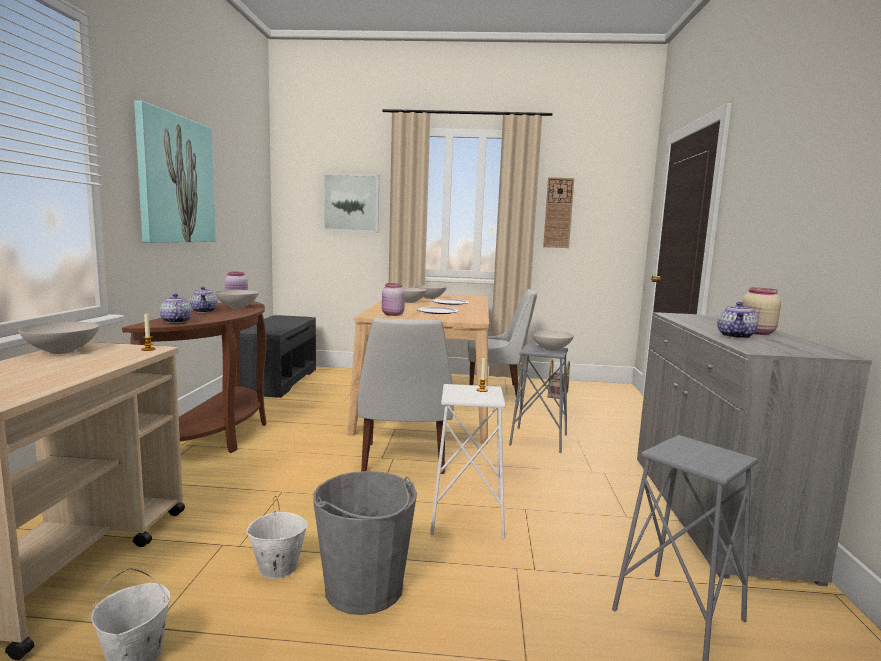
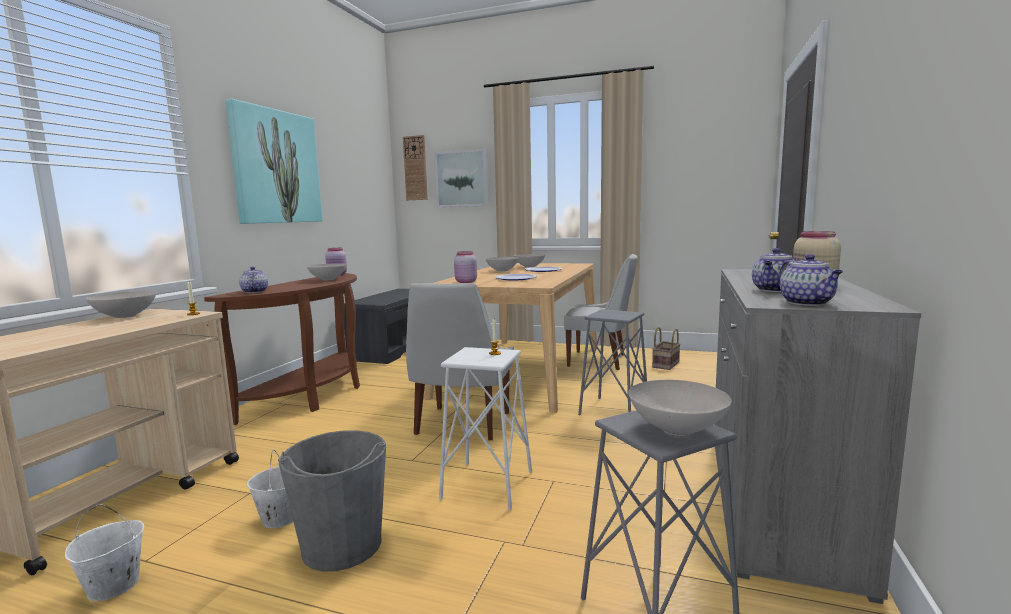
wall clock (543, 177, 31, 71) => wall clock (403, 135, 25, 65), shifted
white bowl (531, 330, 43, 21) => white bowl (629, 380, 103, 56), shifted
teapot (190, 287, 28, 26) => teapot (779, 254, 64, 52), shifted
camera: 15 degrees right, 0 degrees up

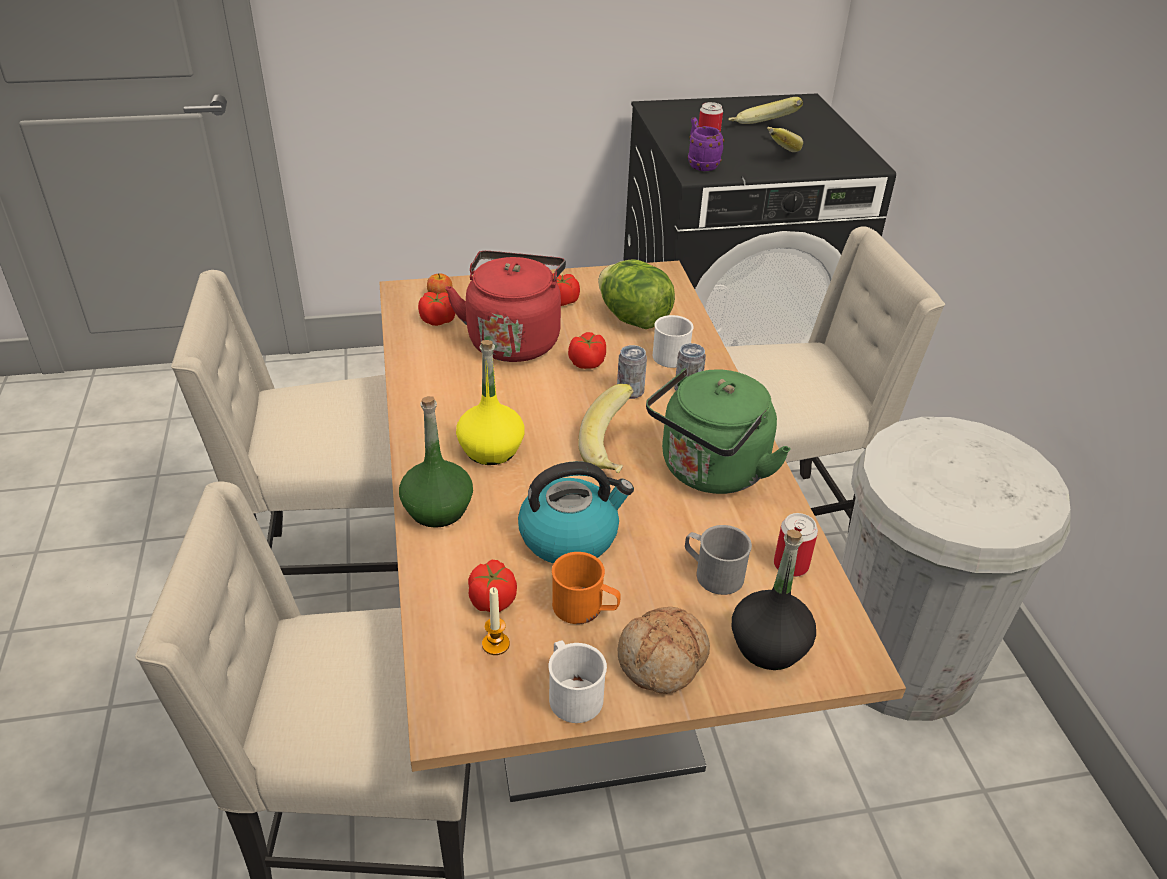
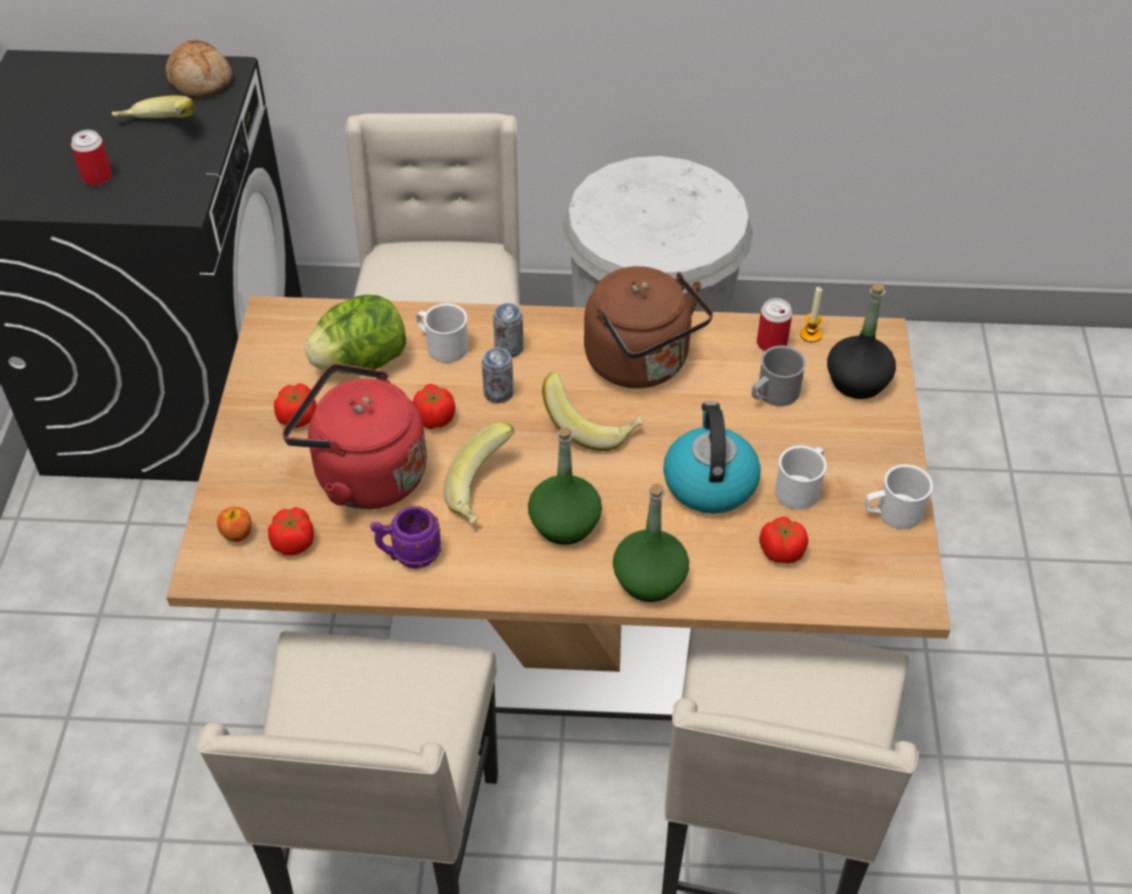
bread (618, 607, 92, 87) => bread (166, 40, 66, 58), shifted
purple mug (688, 117, 36, 54) => purple mug (370, 506, 71, 63), shifted
banana (728, 97, 75, 27) => banana (444, 422, 70, 103), shifted
yellow bottle (456, 340, 69, 125) => green bottle (528, 428, 74, 117)
green kettle (646, 368, 145, 126) => brown kettle (584, 266, 129, 122)
orange mug (552, 552, 69, 72) => white mug (775, 446, 52, 64)
candle (482, 587, 28, 68) => candle (800, 287, 22, 56), shifted
camera: 75 degrees left, 10 degrees up

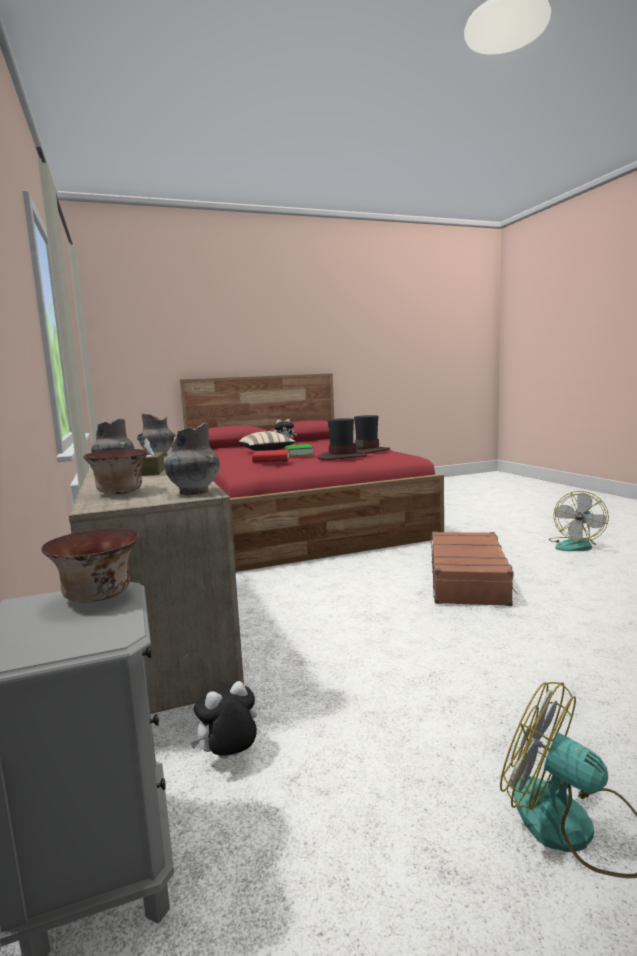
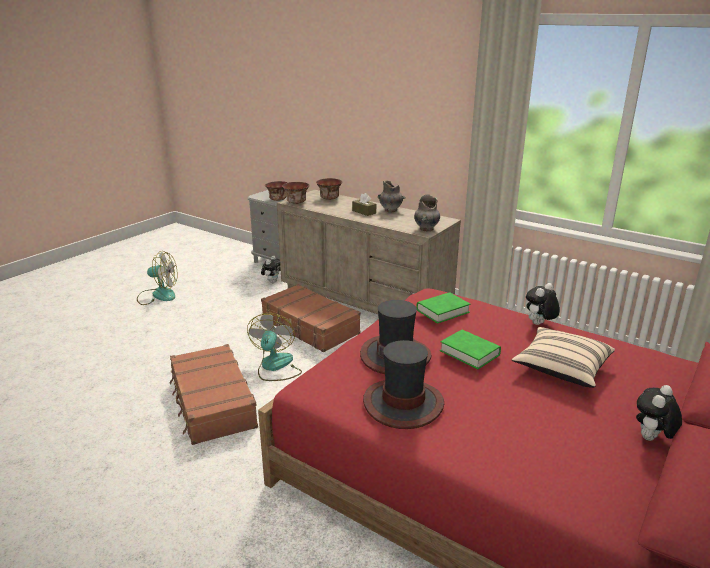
fan (549, 491, 60, 60) => fan (247, 313, 55, 68), shifted
nothing => brown suitcase (261, 284, 100, 68)
grey vase (165, 423, 55, 72) => bowl (282, 182, 27, 22)
red book (252, 450, 38, 13) => green book (416, 292, 54, 31)
nothing => plush toy (526, 283, 34, 42)
camera: 145 degrees right, 15 degrees up

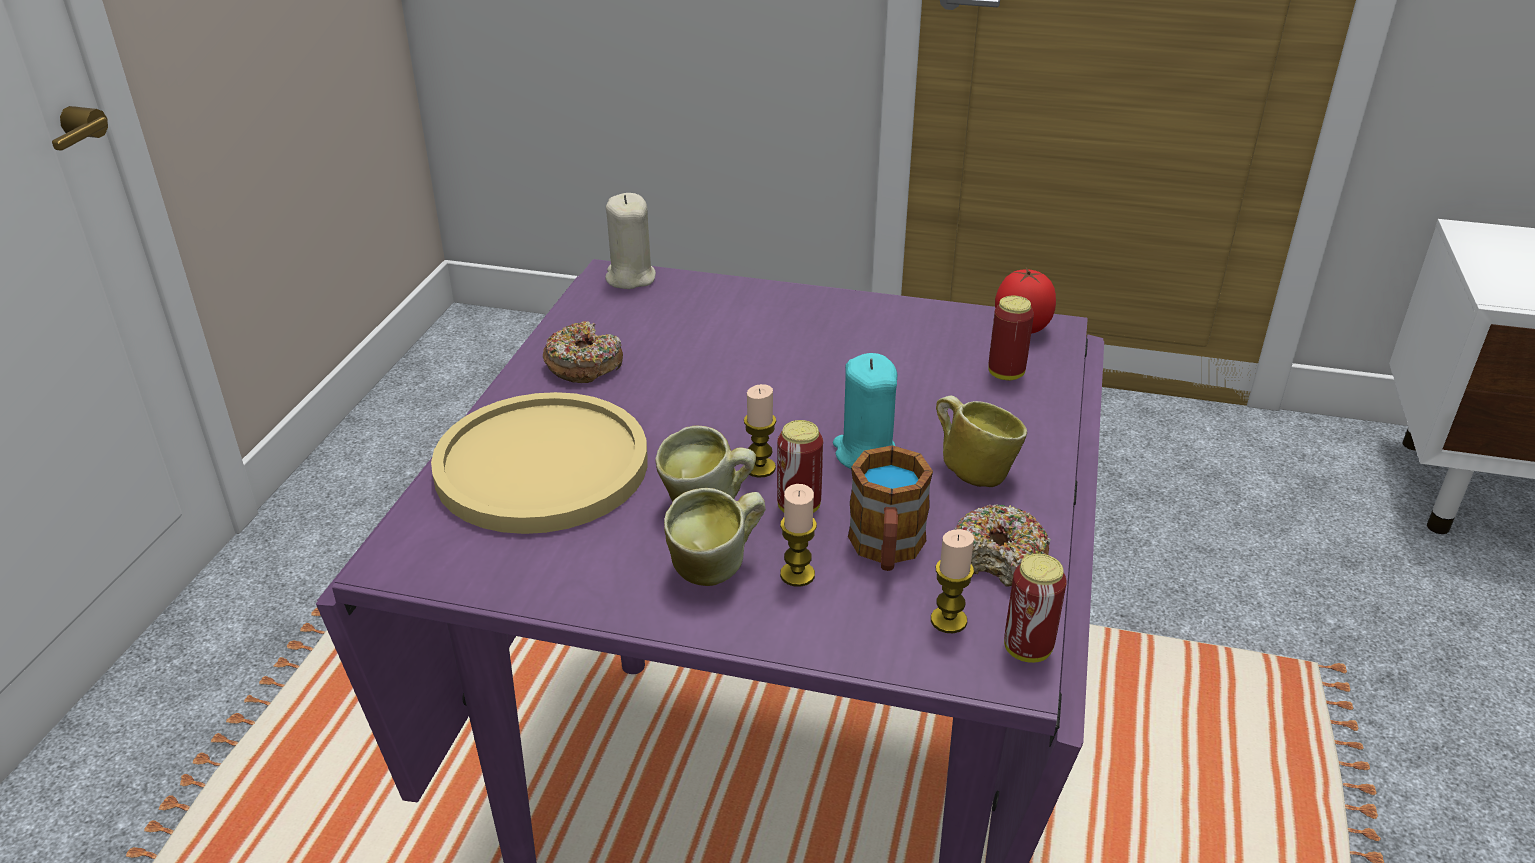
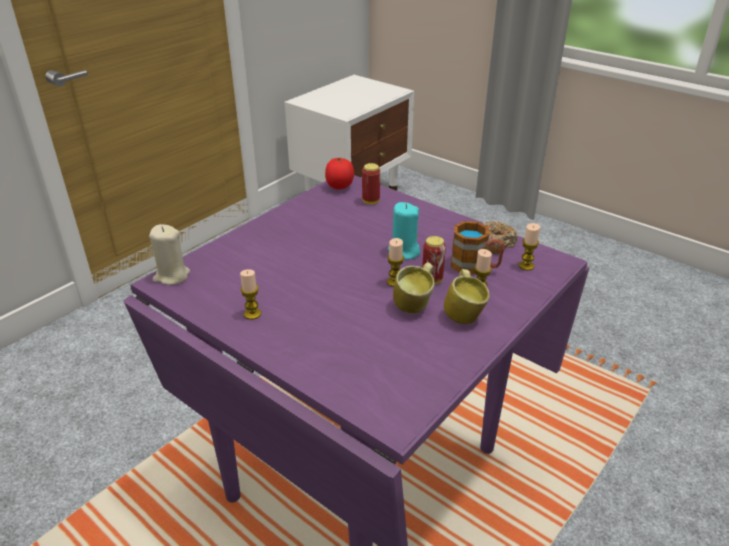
donut (543, 321, 80, 62) => candle (240, 269, 21, 51)
yellow plate (431, 392, 217, 142) => nothing
mug (936, 396, 91, 91) => nothing
can (1004, 554, 63, 109) => nothing
camera: 65 degrees left, 0 degrees up

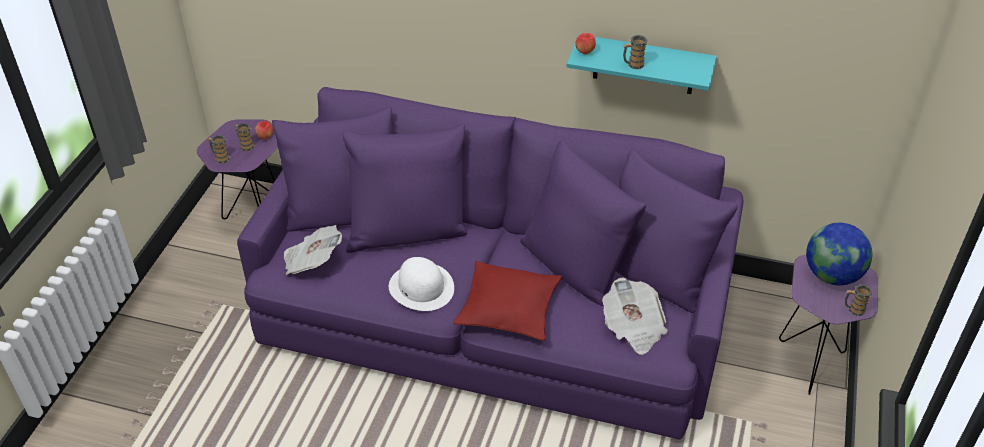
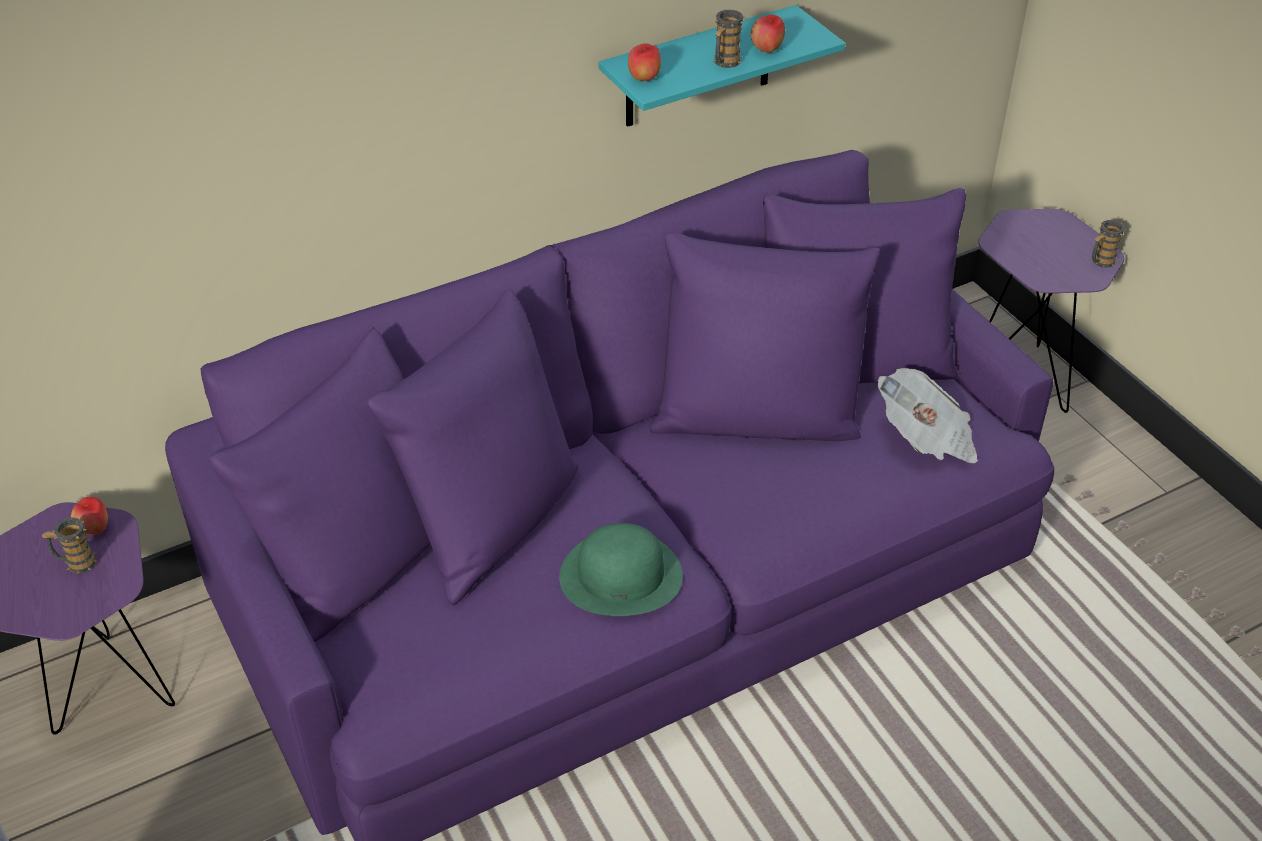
white hat (389, 257, 65, 54) => green hat (559, 523, 124, 93)
nothing => apple (751, 14, 34, 39)
mug (208, 135, 22, 29) => nothing
newspaper (284, 225, 58, 50) => nothing
red pillow (454, 261, 108, 80) => nothing
globe (806, 223, 66, 62) => nothing
camera: 45 degrees left, 0 degrees up

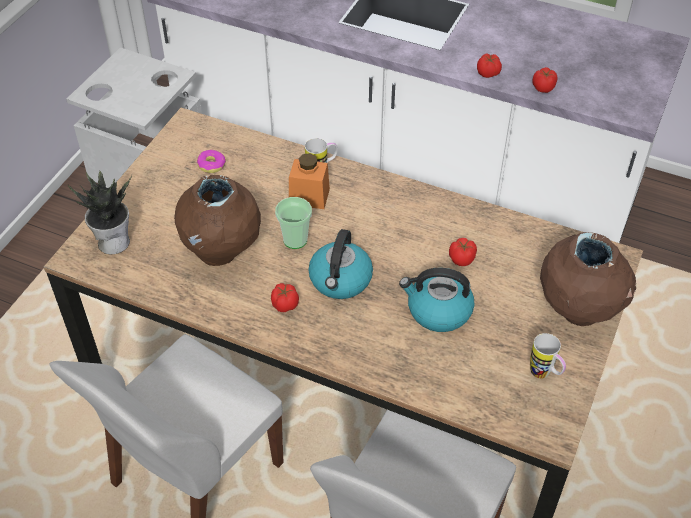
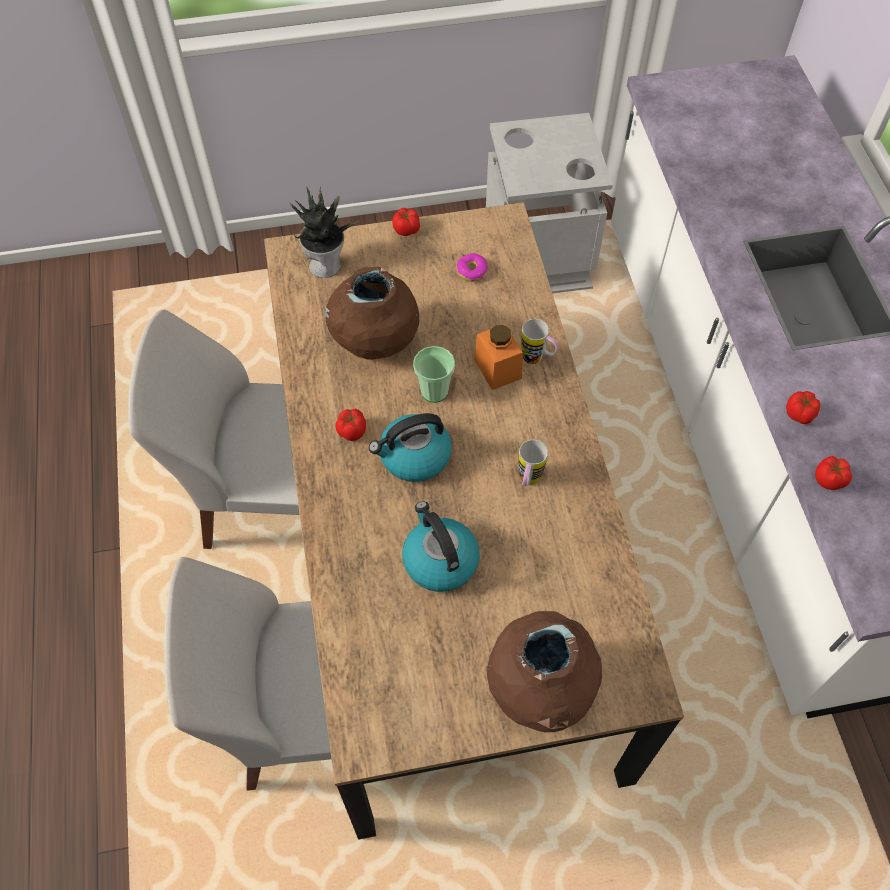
tomato (449, 238, 28, 28) => tomato (392, 208, 28, 28), shifted
mug (530, 333, 36, 46) => mug (518, 440, 30, 46), shifted
camera: 55 degrees right, 10 degrees up

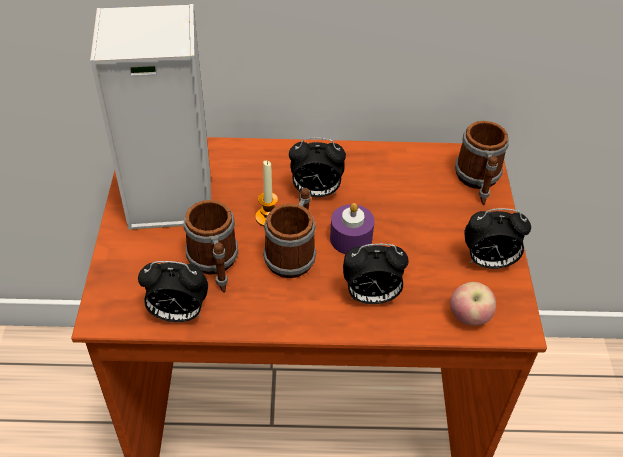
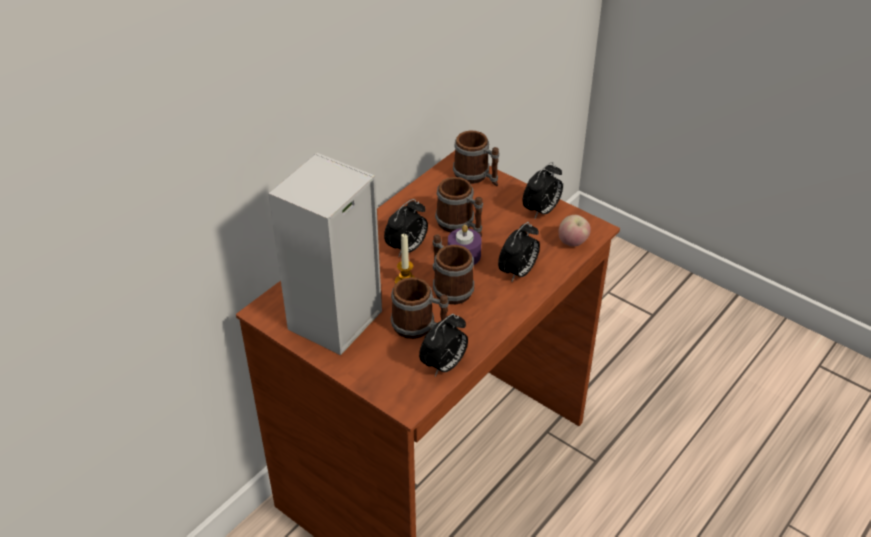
nothing => mug (435, 177, 48, 60)
camera: 50 degrees left, 5 degrees down

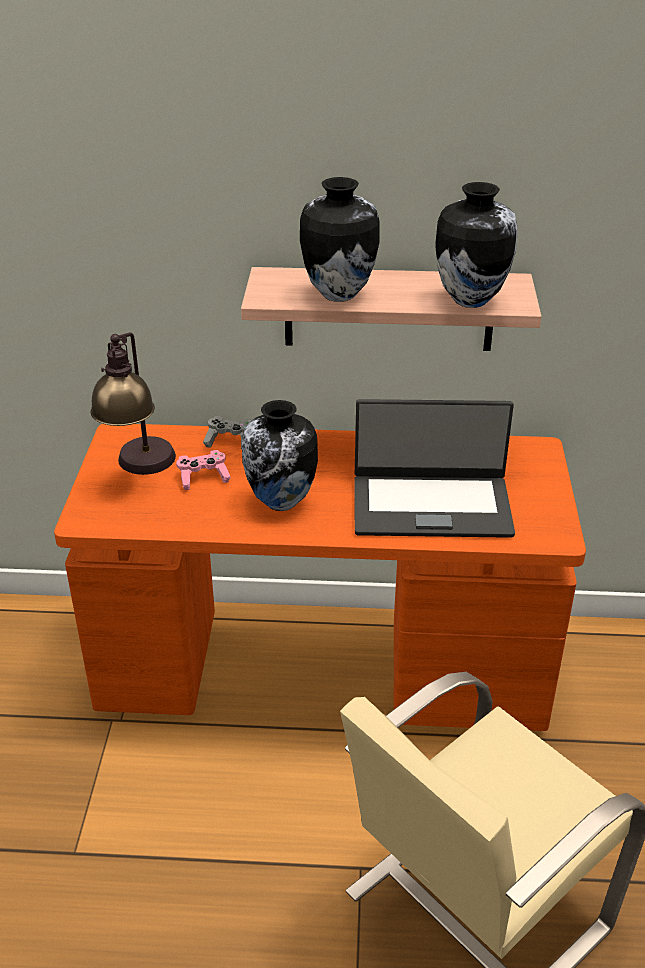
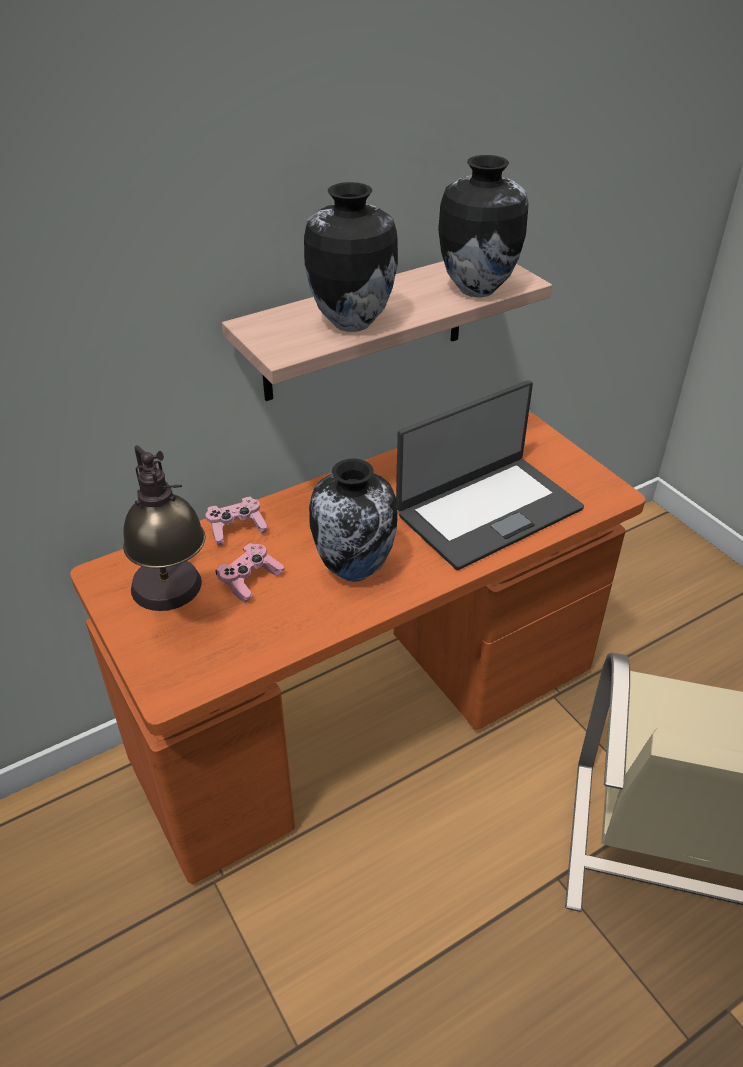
grey game controller (203, 416, 48, 33) => pink game controller (206, 497, 62, 49)
camera: 35 degrees left, 5 degrees up

